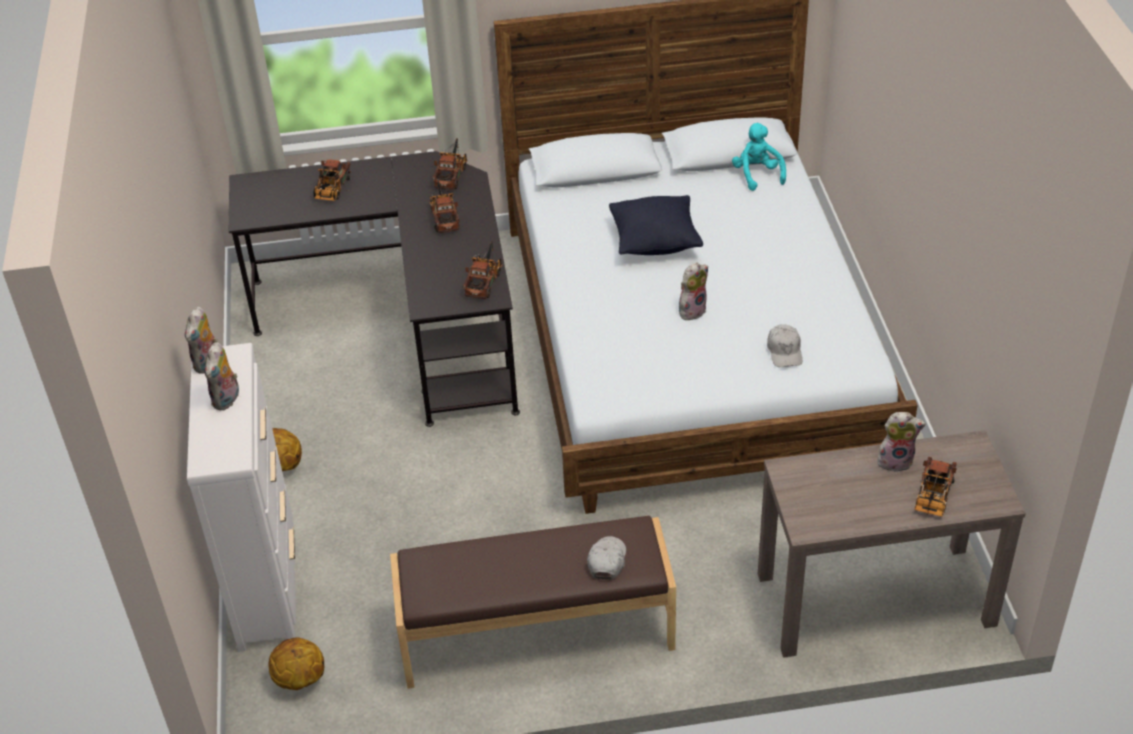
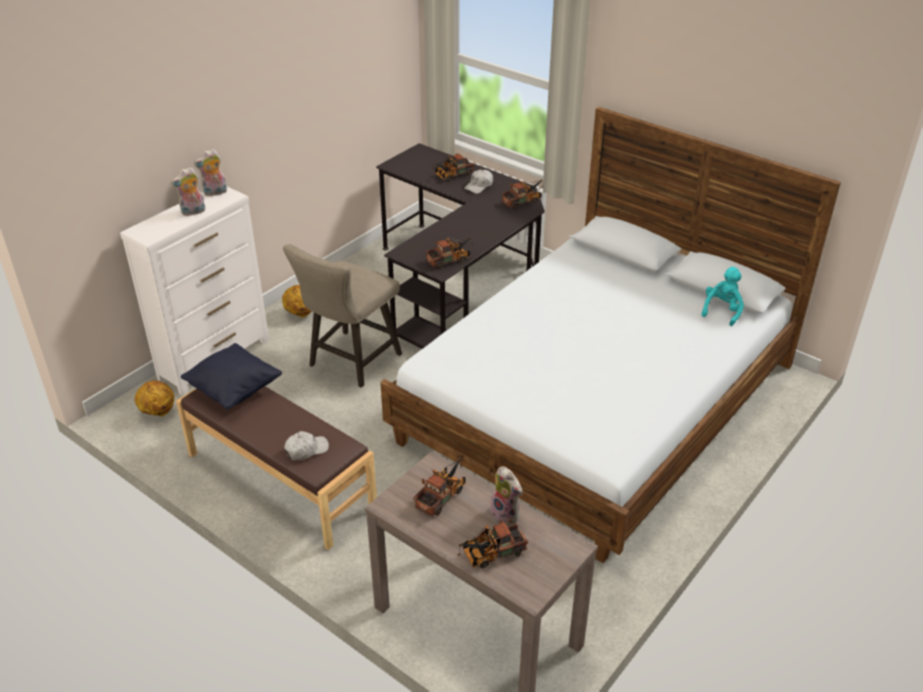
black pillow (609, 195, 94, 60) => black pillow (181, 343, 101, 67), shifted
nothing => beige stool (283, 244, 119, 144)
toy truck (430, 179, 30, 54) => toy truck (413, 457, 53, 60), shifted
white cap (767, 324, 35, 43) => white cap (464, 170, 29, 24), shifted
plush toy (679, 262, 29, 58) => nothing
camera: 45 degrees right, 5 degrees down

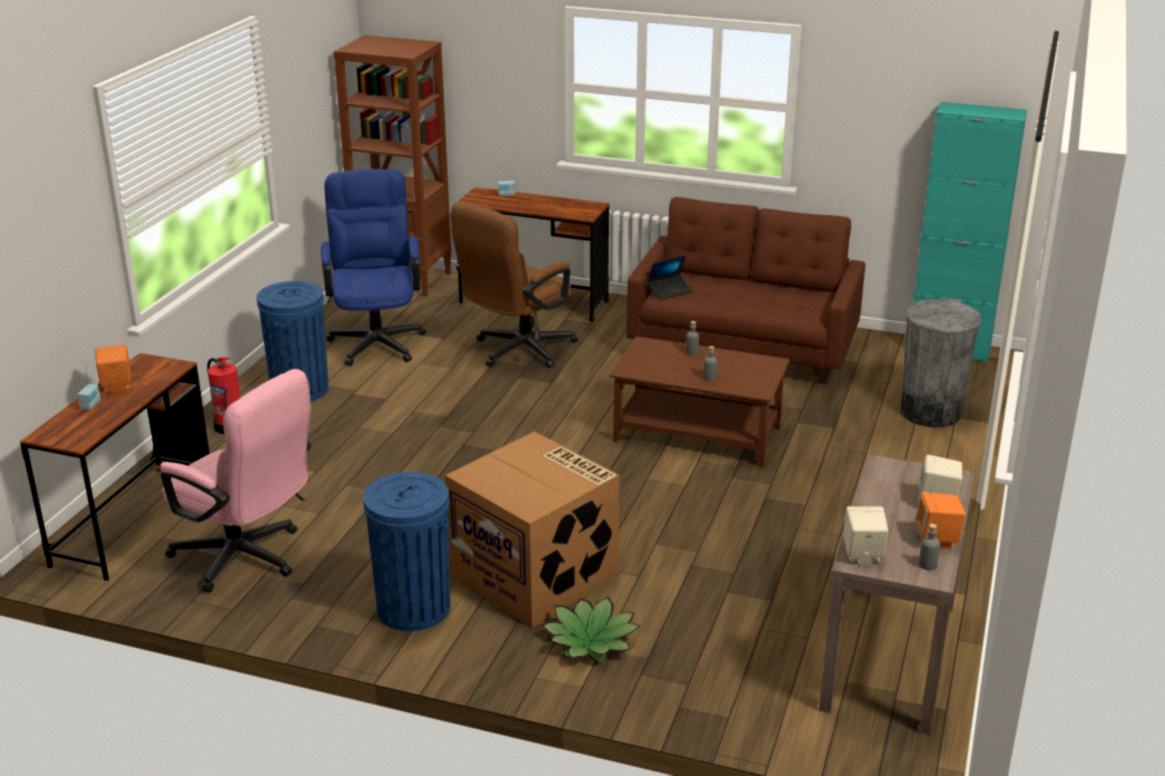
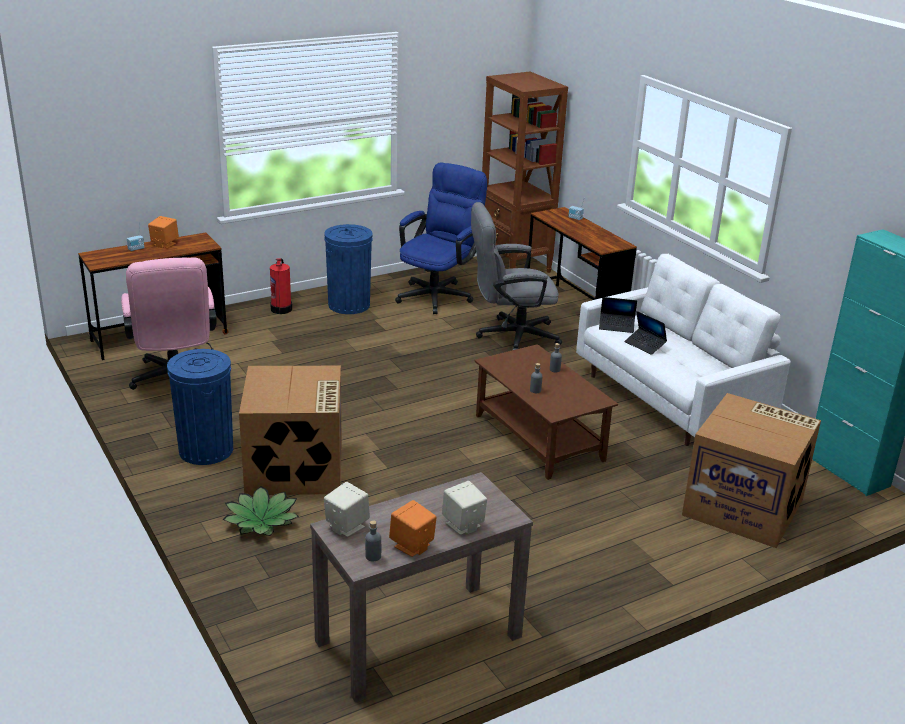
brown office chair (450, 202, 128, 166) => grey office chair (471, 202, 91, 148)
brown sofa (626, 197, 239, 187) => white sofa (576, 254, 215, 192)
nothing => laptop (624, 311, 43, 44)
grey trash can (900, 299, 81, 129) => cardboard box (682, 393, 139, 155)
camera: 40 degrees right, 0 degrees up

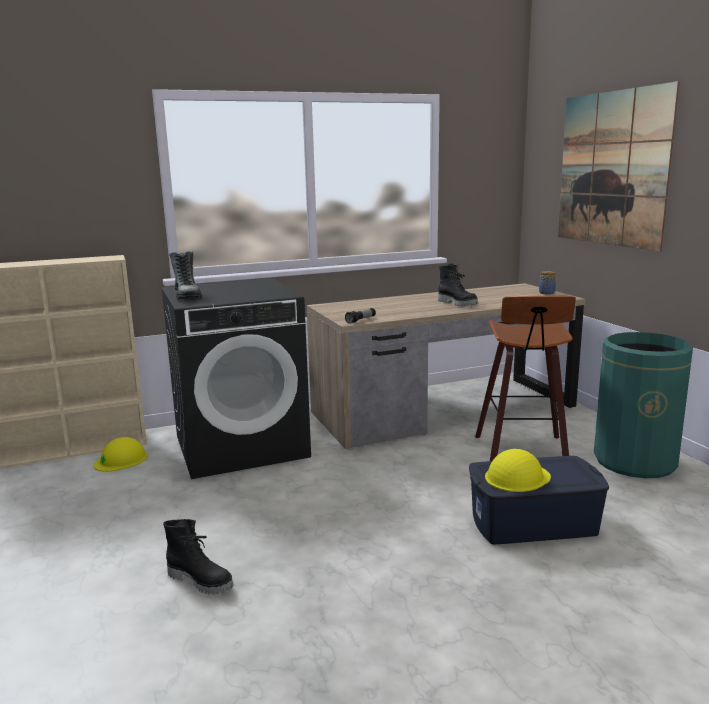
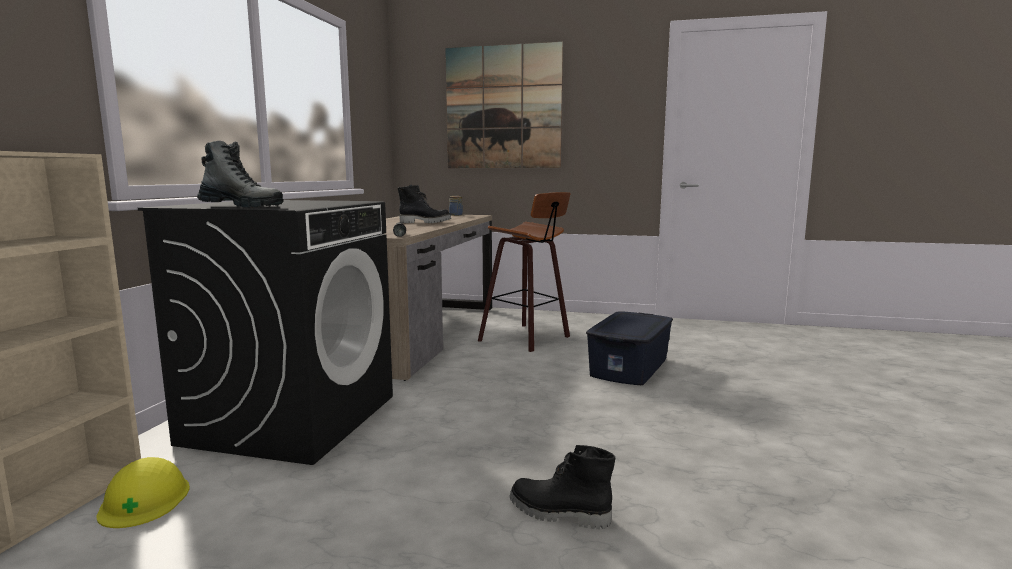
black boot (163, 519, 71, 75) => black boot (510, 445, 105, 84), 135 degrees counterclockwise
yellow hard hat (485, 449, 66, 43) => nothing
green trash can (594, 332, 99, 146) => nothing
camera: 55 degrees left, 5 degrees down

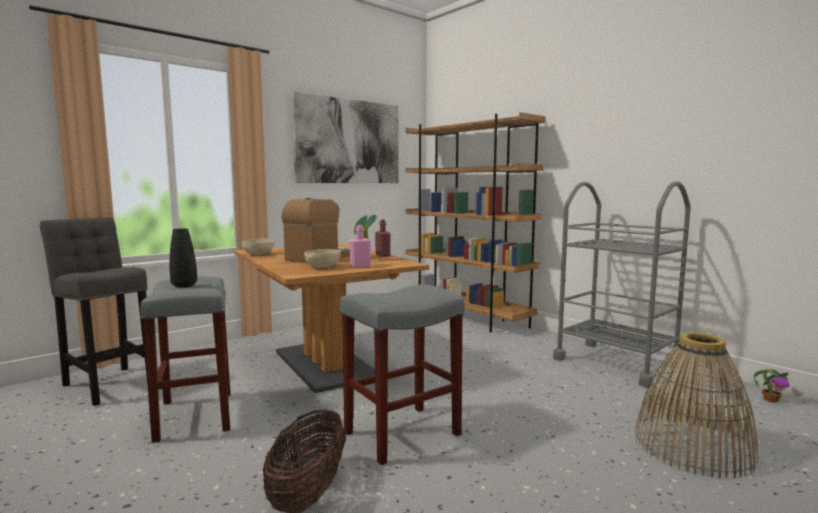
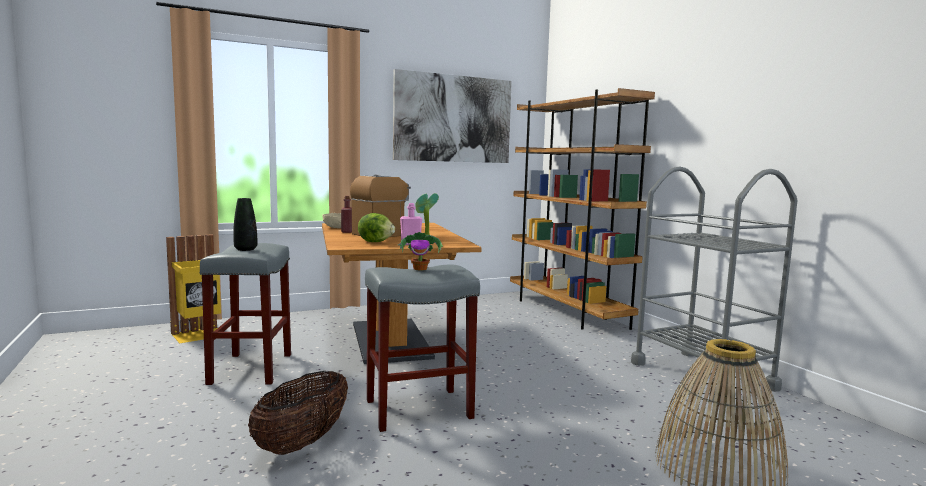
grey stool (40, 217, 108, 189) => yellow trash can (166, 234, 55, 110)
red bottle (375, 220, 16, 37) => red bottle (341, 196, 11, 37), shifted
beige bowl (304, 249, 37, 19) => lettuce (358, 213, 37, 29)
potted plant (754, 369, 36, 34) => potted plant (398, 232, 45, 38), shifted
camera: 15 degrees right, 0 degrees up

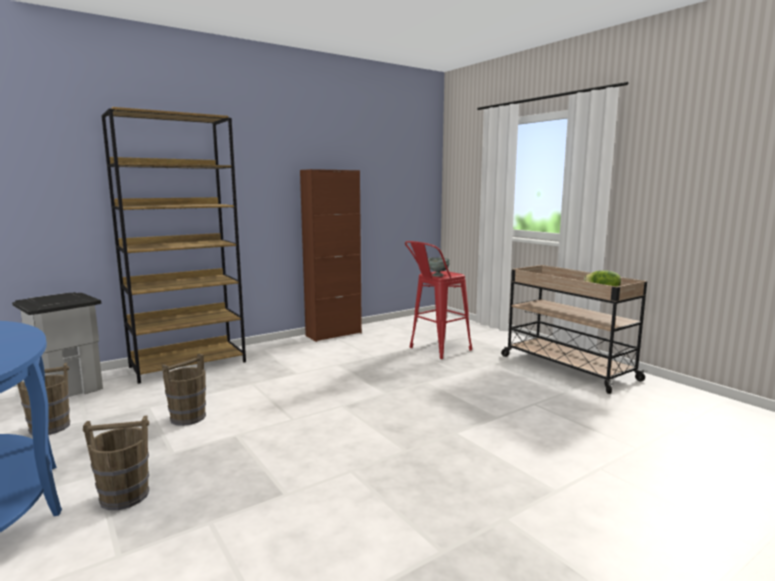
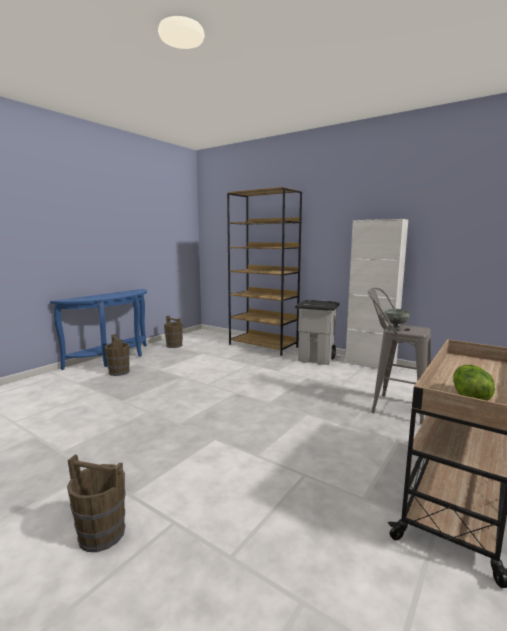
brown bucket (162, 354, 44, 72) => brown bucket (67, 454, 59, 98), shifted
grey trash can (12, 292, 91, 105) => grey trash can (295, 300, 45, 65), shifted
brown cabinet (300, 169, 62, 173) => white cabinet (345, 219, 63, 152)
red stool (405, 241, 67, 118) => grey stool (368, 288, 63, 136)
camera: 70 degrees right, 0 degrees up

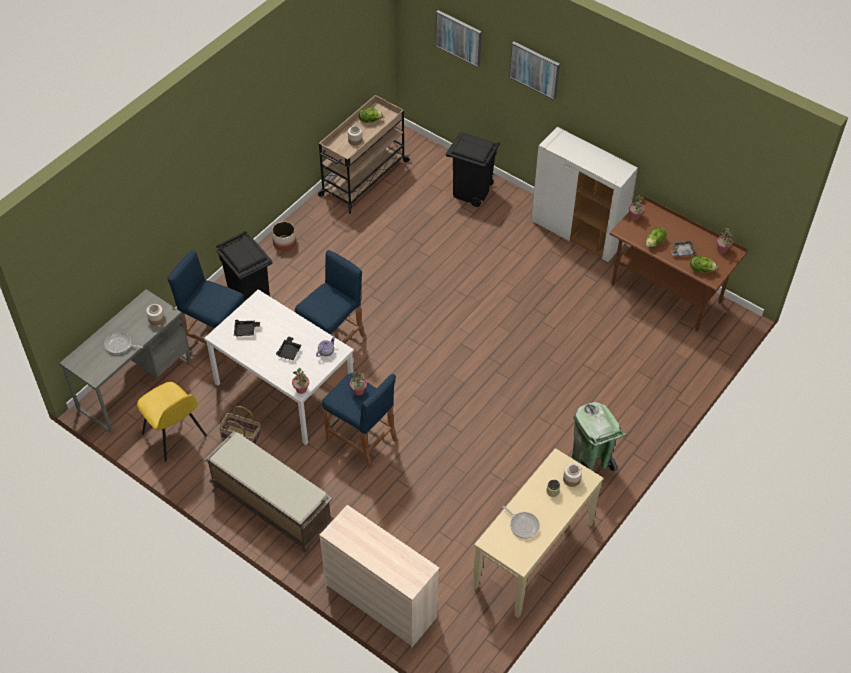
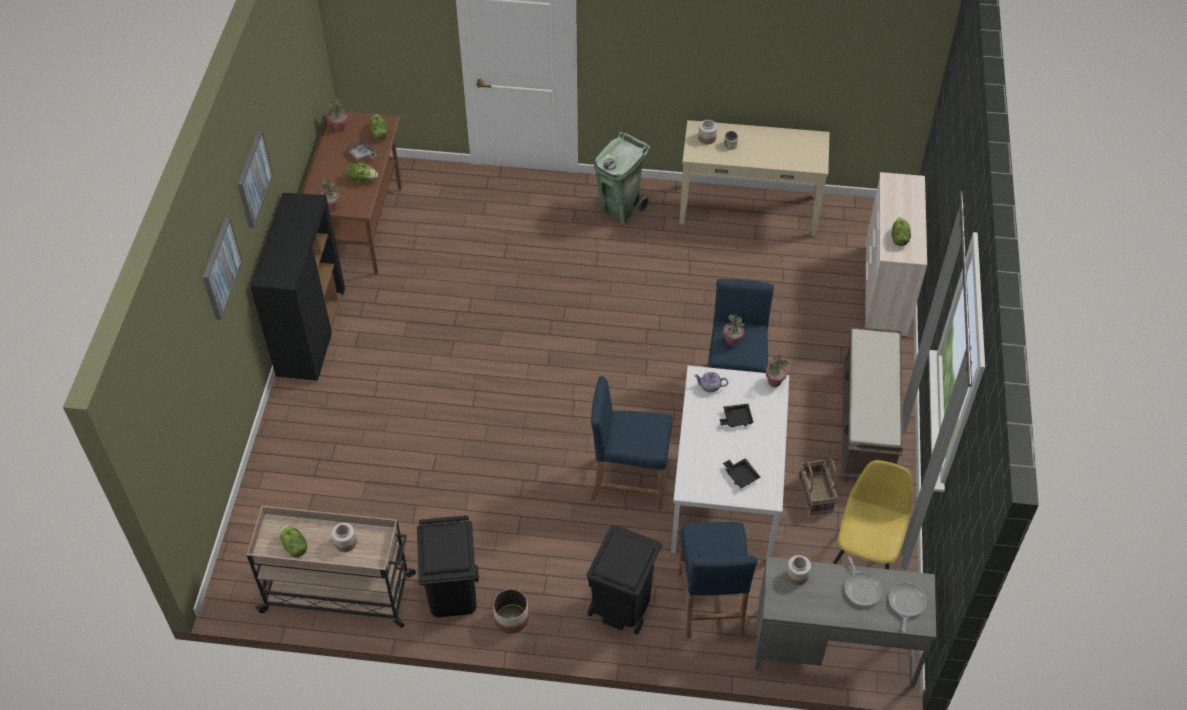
picture (435, 10, 47, 57) => picture (237, 131, 36, 97), shifted
white cabinet (531, 127, 107, 135) => black cabinet (250, 193, 95, 188)
black trash can (446, 132, 54, 75) => black trash can (417, 515, 62, 102), shifted
frying pan (503, 506, 37, 33) => frying pan (888, 583, 38, 49), shifted
nothing => lettuce (891, 217, 20, 29)
camera: 120 degrees left, 0 degrees up

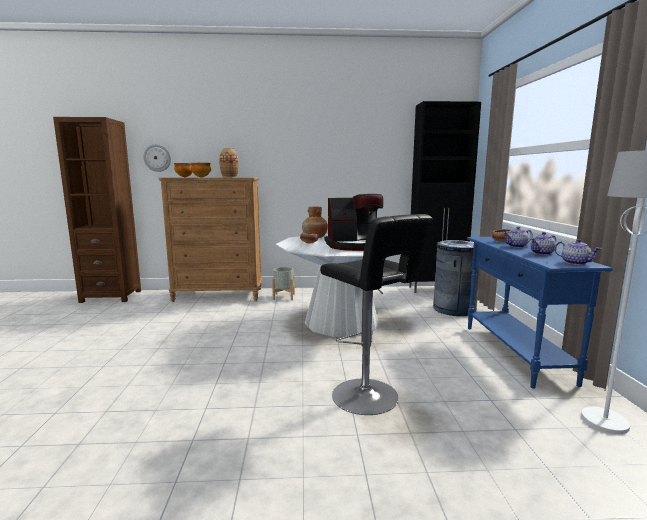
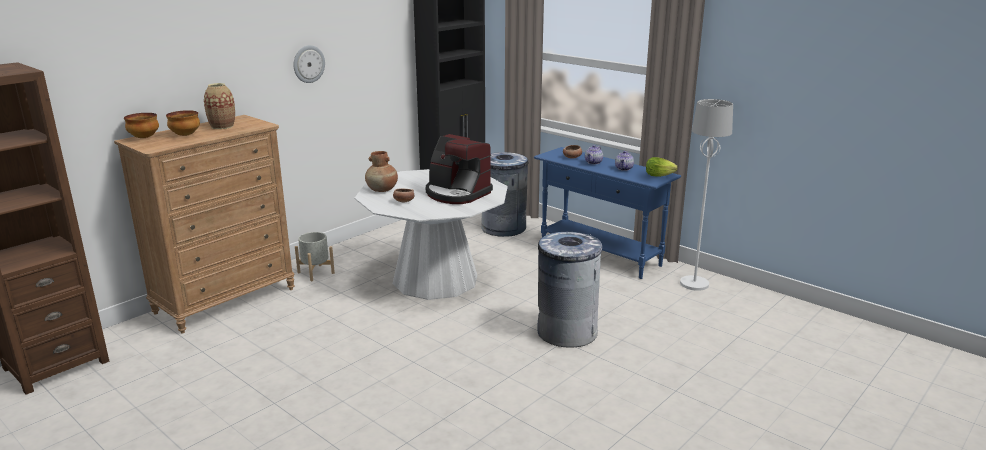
wall clock (143, 144, 28, 28) => wall clock (294, 45, 31, 38), shifted
coffee machine (325, 194, 58, 57) => coffee machine (426, 134, 67, 70), 90 degrees clockwise
black stool (320, 214, 113, 201) => grey trash can (537, 232, 65, 116)
teapot (555, 239, 46, 26) => lettuce (646, 157, 32, 20)
camera: 45 degrees left, 10 degrees up

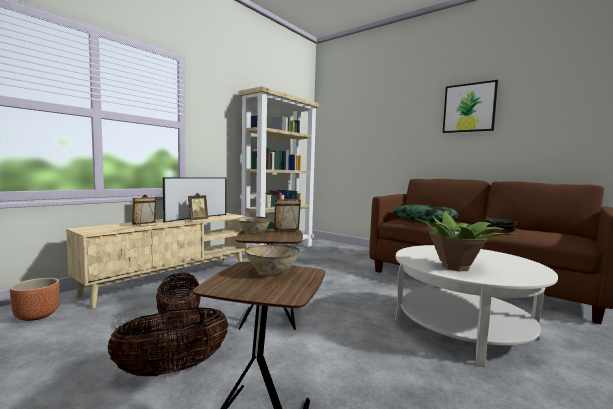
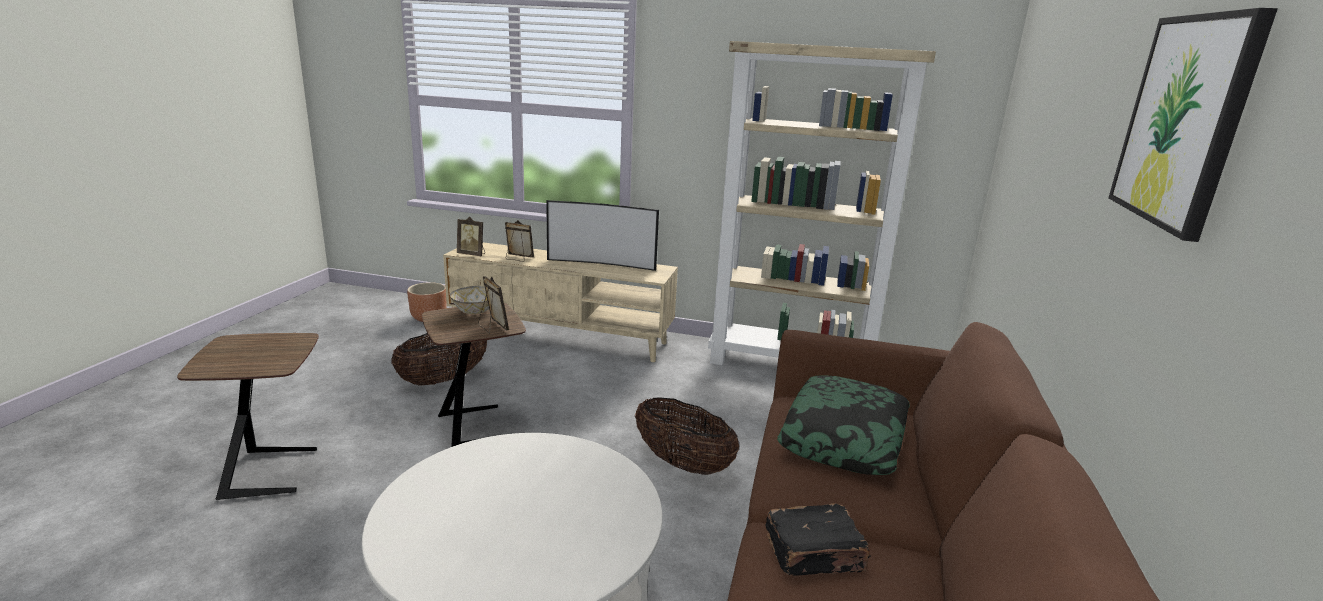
picture frame (188, 193, 20, 27) => picture frame (457, 217, 28, 39), shifted
basket (107, 307, 122, 69) => basket (635, 397, 104, 78), shifted
bowl (245, 244, 55, 30) => nothing
potted plant (414, 212, 103, 59) => nothing
camera: 65 degrees right, 15 degrees up

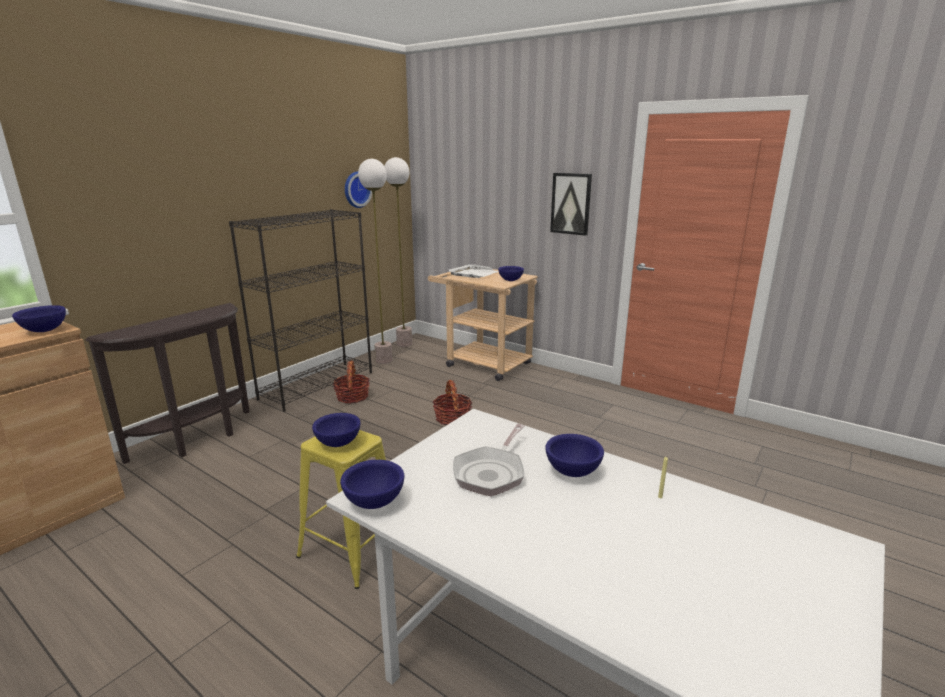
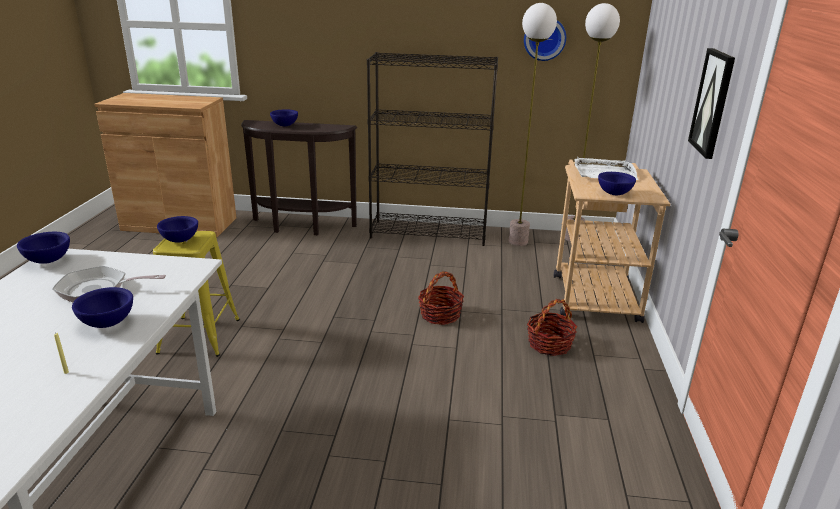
blue bowl (12, 305, 54, 27) => blue bowl (270, 109, 28, 17), shifted
basket (333, 361, 37, 43) => basket (527, 299, 50, 57), shifted
camera: 60 degrees right, 5 degrees up

